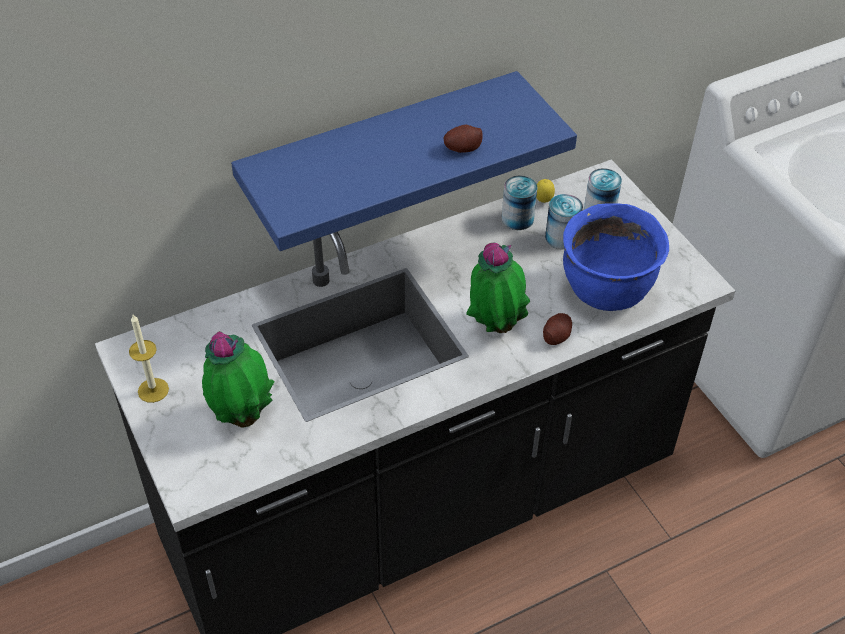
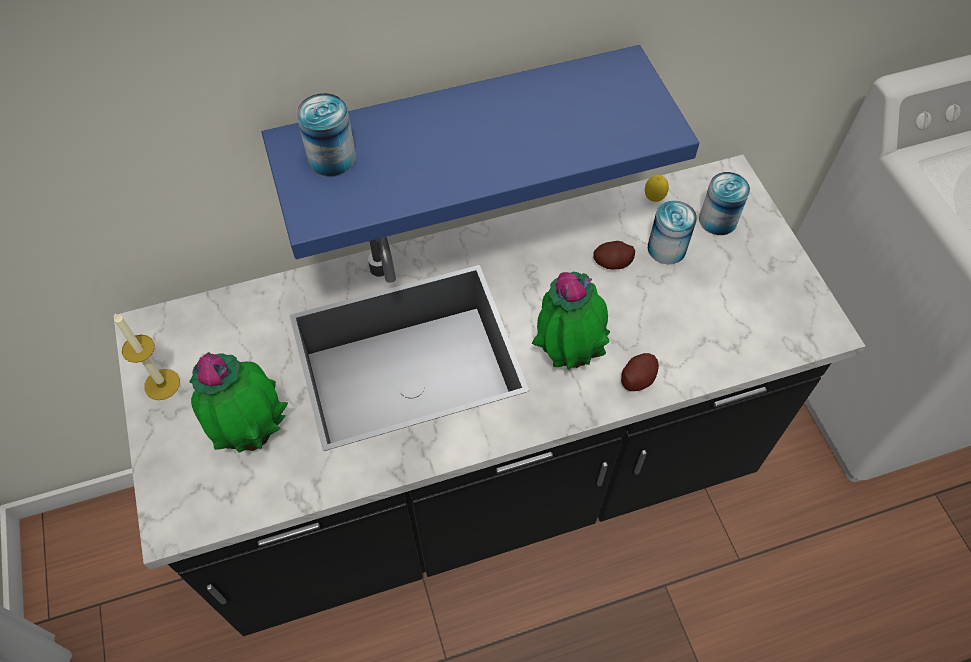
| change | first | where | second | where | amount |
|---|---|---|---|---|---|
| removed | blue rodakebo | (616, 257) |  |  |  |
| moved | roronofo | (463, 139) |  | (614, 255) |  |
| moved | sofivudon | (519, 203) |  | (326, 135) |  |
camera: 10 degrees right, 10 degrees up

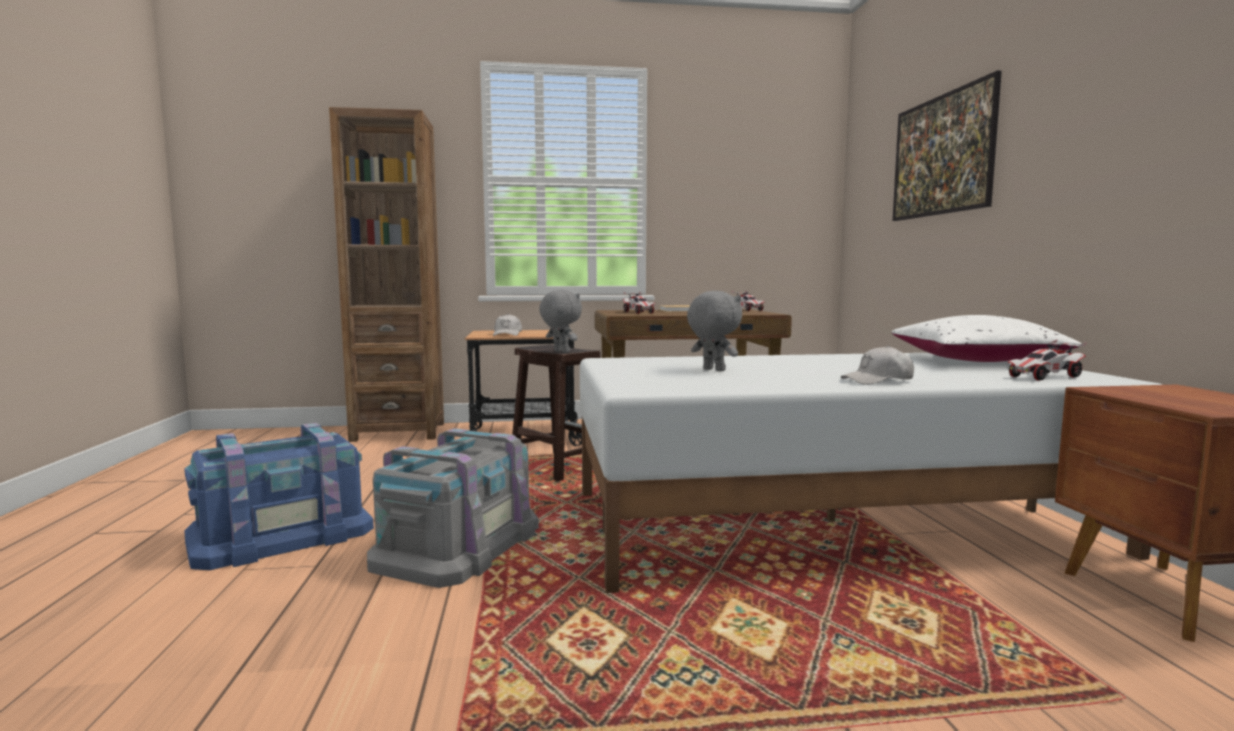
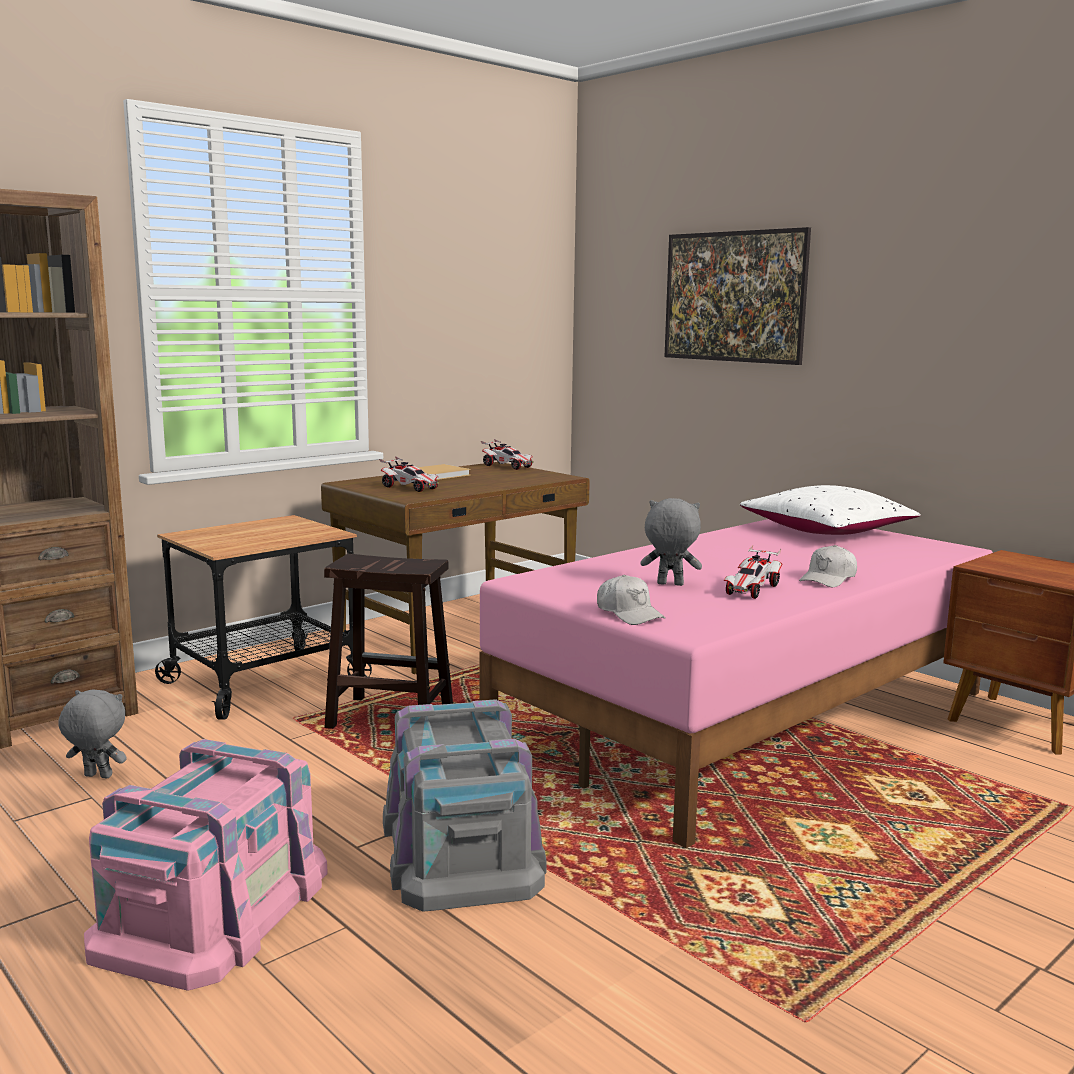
| change | first | where | second | where | amount |
|---|---|---|---|---|---|
| moved | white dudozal | (507, 325) |  | (631, 600) |  |
| moved | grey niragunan | (560, 321) |  | (92, 734) |  |
| moved | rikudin | (1047, 360) |  | (753, 572) |  |
| recoloured | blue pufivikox | (279, 496) | pink pufivikox | (206, 865) |  |
| recoloured | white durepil | (871, 473) | pink durepil | (736, 683) |  |
camera: 35 degrees left, 5 degrees up

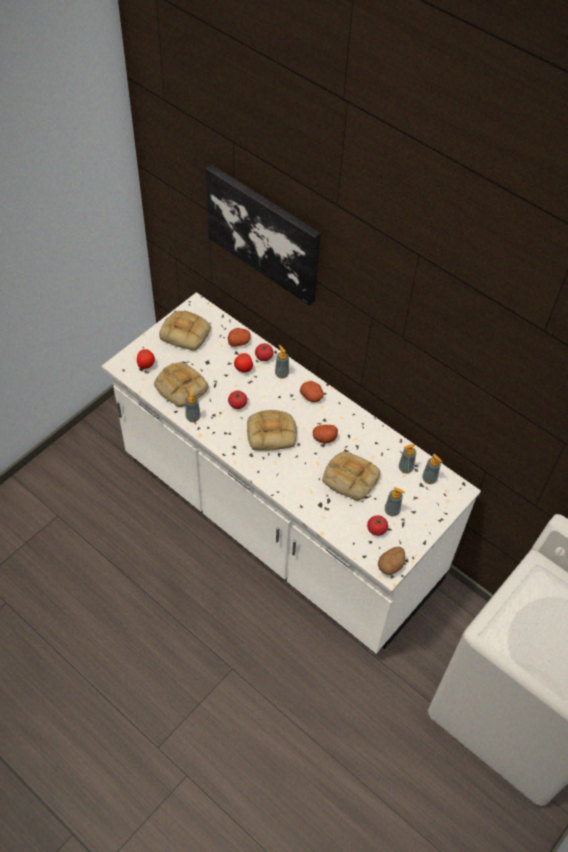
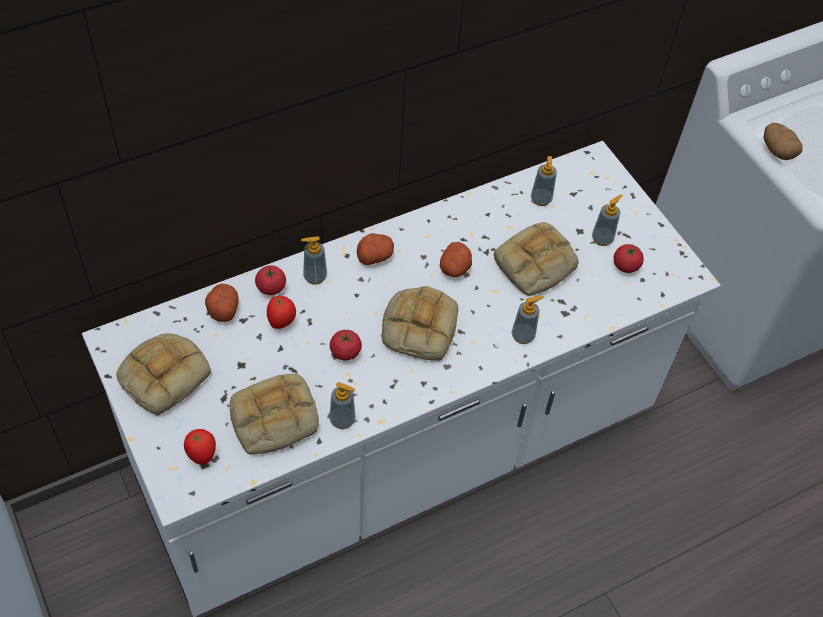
| change | first | where | second | where | amount |
|---|---|---|---|---|---|
| removed | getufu | (263, 235) |  |  |  |
| moved | roronofo | (391, 560) |  | (783, 141) |  |
| moved | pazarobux | (432, 469) |  | (527, 320) |  |
camera: 70 degrees left, 0 degrees up

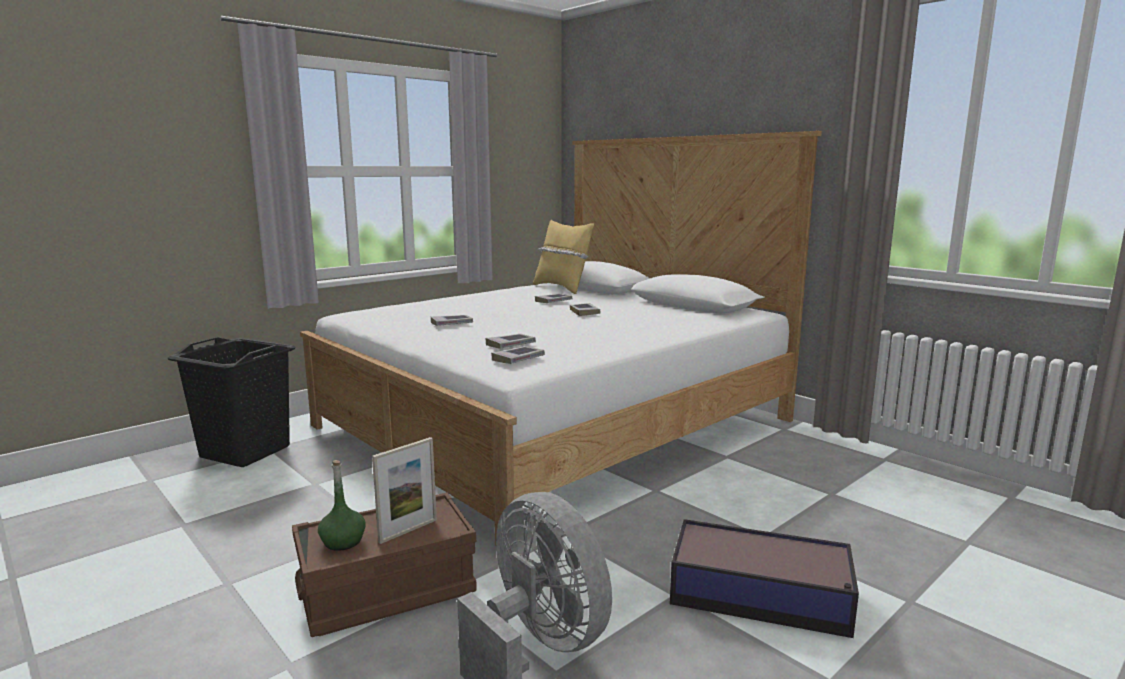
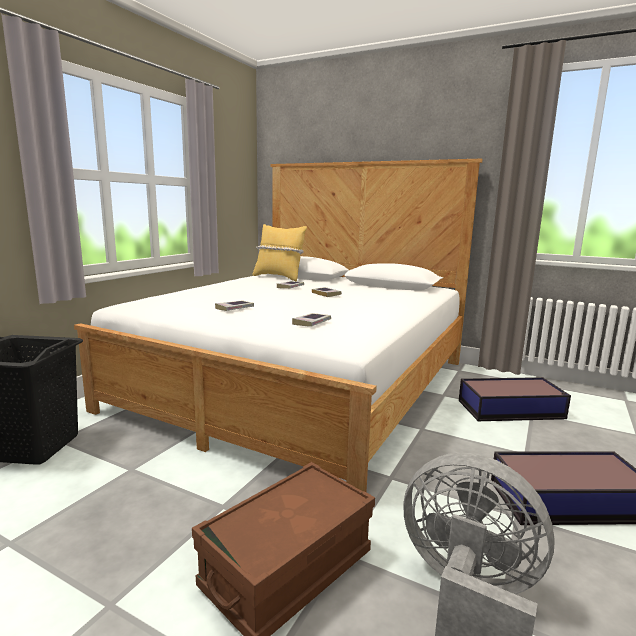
| change | first | where | second | where | amount |
|---|---|---|---|---|---|
| removed | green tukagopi | (342, 505) |  |  |  |
| removed | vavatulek | (404, 490) |  |  |  |
| removed | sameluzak | (518, 355) |  |  |  |
| added |  |  | pufivikox | (515, 399) |  |
camera: 20 degrees left, 0 degrees up

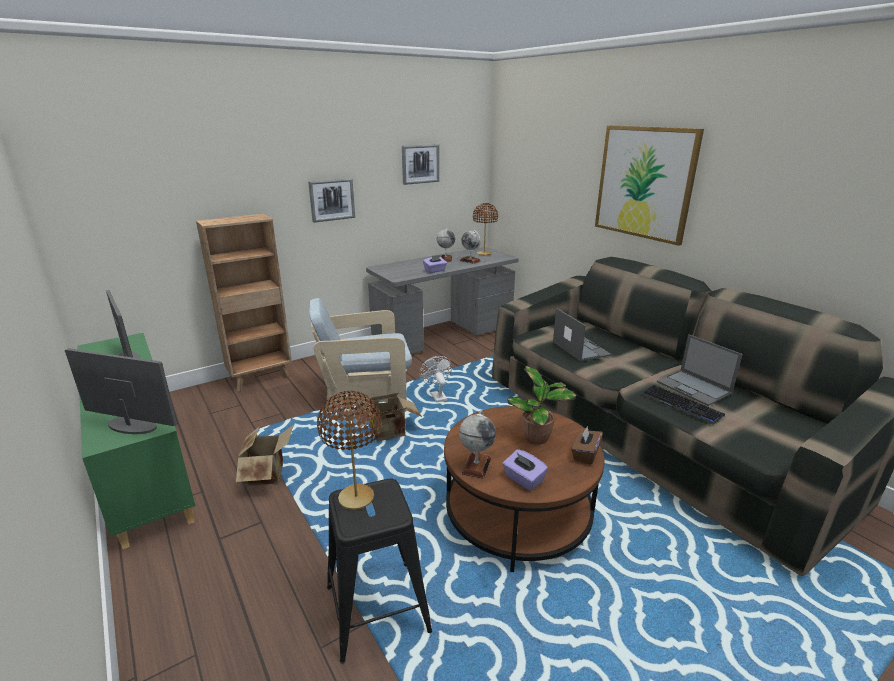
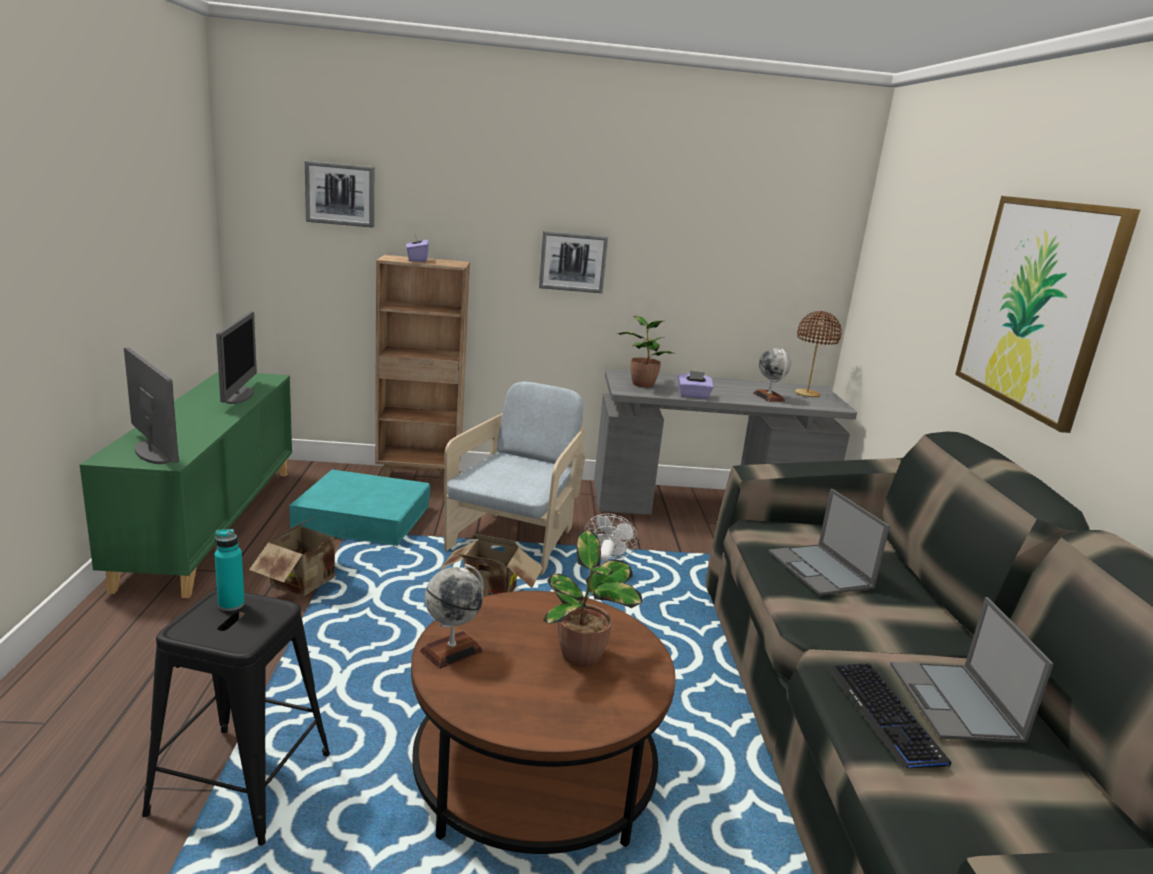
| change | first | where | second | where | amount |
|---|---|---|---|---|---|
| removed | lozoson | (446, 245) |  |  |  |
| removed | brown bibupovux | (587, 445) |  |  |  |
| added |  |  | turquoise pufivikox | (359, 507) |  |
| added |  |  | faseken | (646, 352) |  |
| moved | getufu | (420, 164) |  | (339, 194) |  |
| moved | purple bibupovux | (525, 470) |  | (417, 247) |  |
| replaced | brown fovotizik | (349, 450) | turquoise tukagopi | (229, 570) |  |
| turned | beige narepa | (360, 355) |  | (514, 478) | 90 degrees clockwise |
| turned | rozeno | (582, 335) |  | (829, 542) | 150 degrees clockwise |
camera: 30 degrees right, 5 degrees down

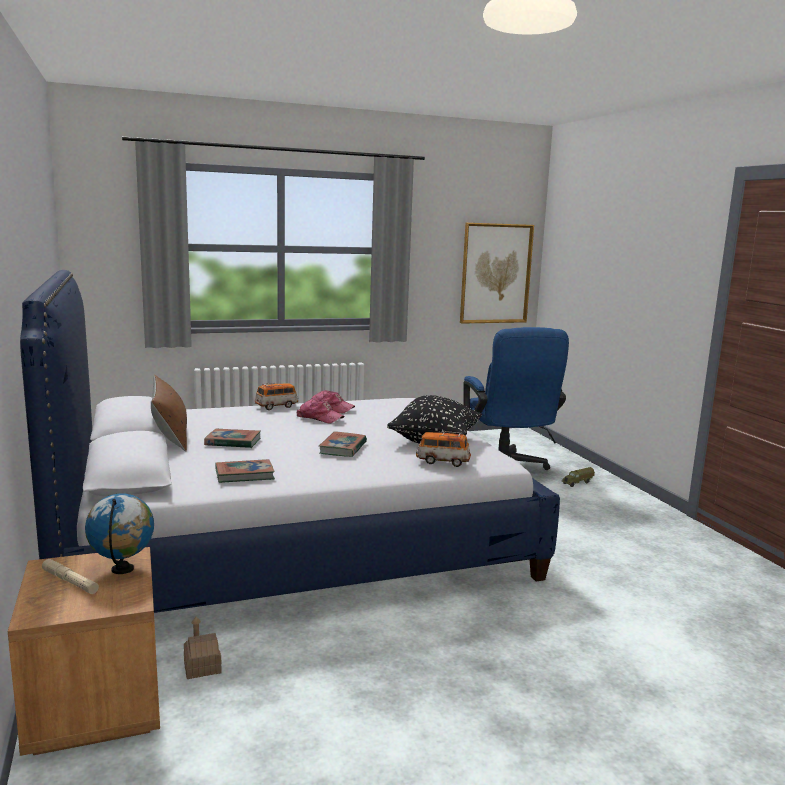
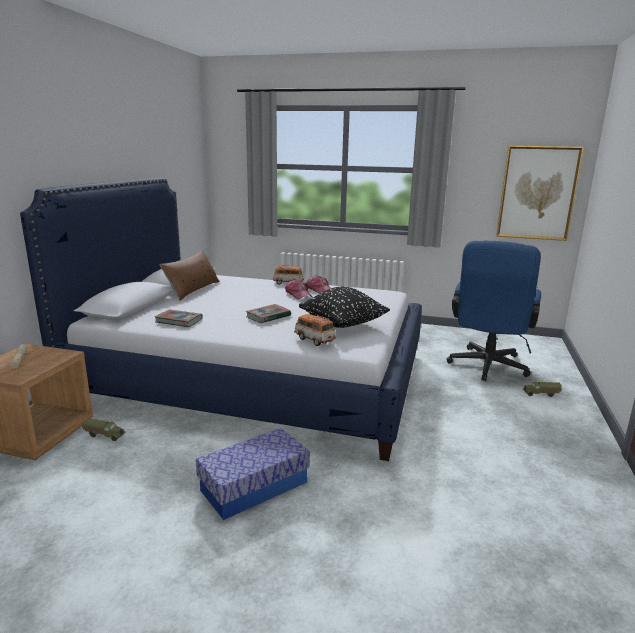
| change | first | where | second | where | amount |
|---|---|---|---|---|---|
| removed | lozoson | (119, 533) |  |  |  |
| removed | sameluzak | (232, 438) |  |  |  |
| added |  |  | pufivikox | (253, 474) |  |
| replaced | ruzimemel | (203, 648) | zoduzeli | (104, 429) |  |
camera: 35 degrees right, 5 degrees up

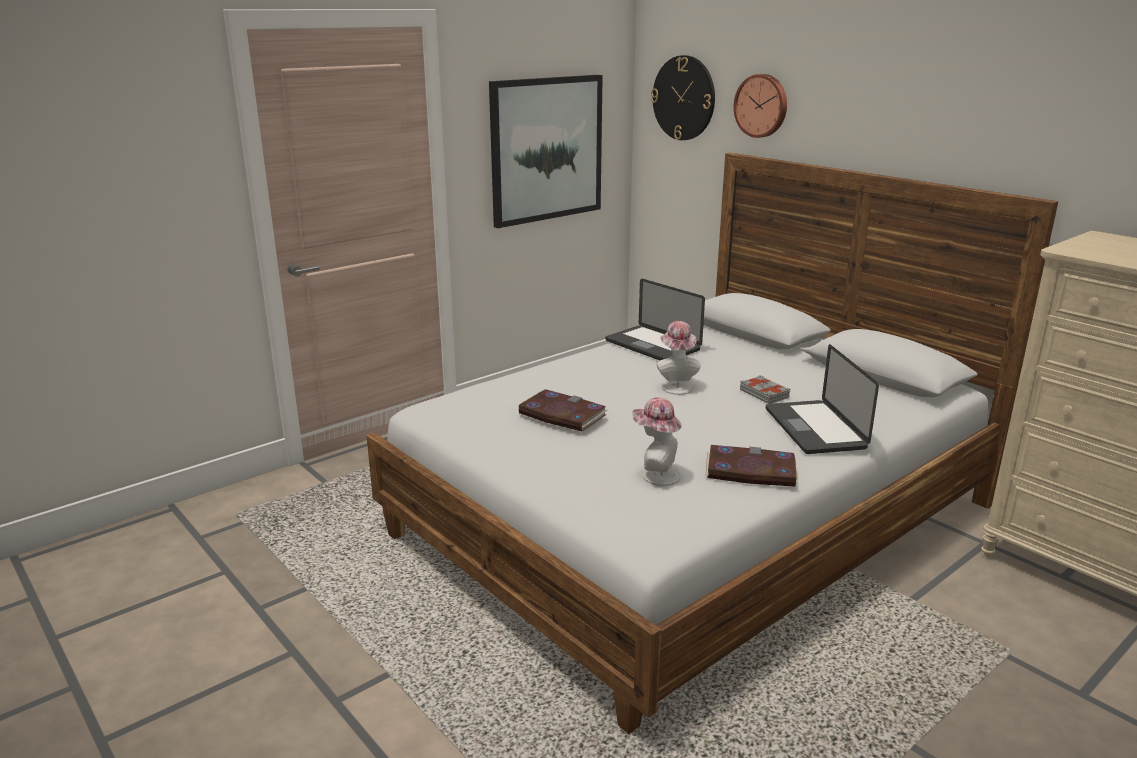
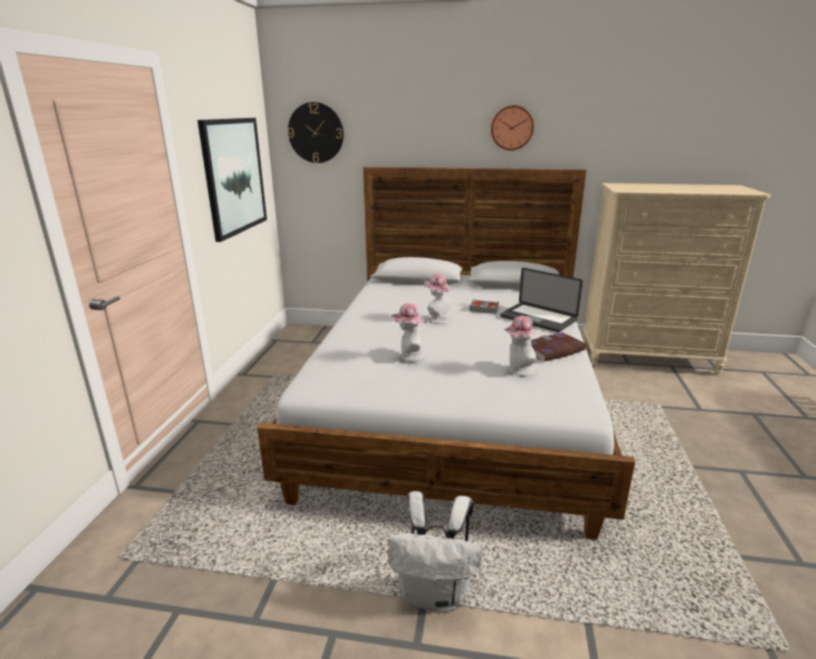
| change | first | where | second | where | amount |
|---|---|---|---|---|---|
| removed | rozeno | (655, 319) |  |  |  |
| added |  |  | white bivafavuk | (436, 551) |  |
| moved | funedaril | (760, 106) |  | (512, 127) |  |
| replaced | sameluzak | (562, 410) | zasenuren | (408, 332) |  |
camera: 40 degrees left, 0 degrees up

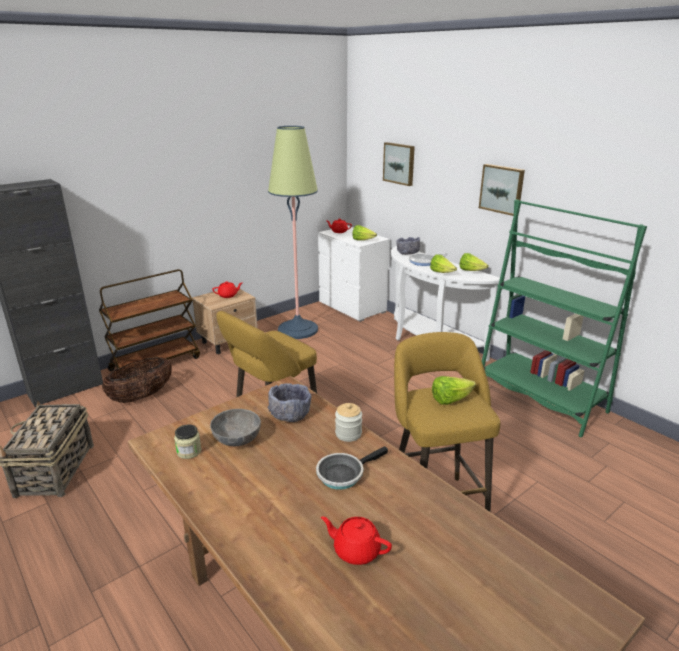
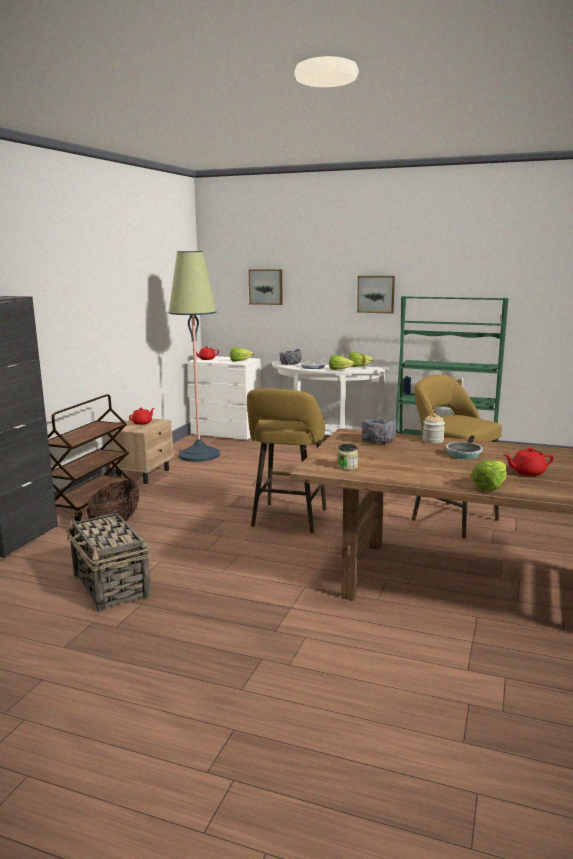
| change | first | where | second | where | amount |
|---|---|---|---|---|---|
| removed | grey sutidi | (235, 427) |  |  |  |
| moved | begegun | (454, 390) |  | (489, 476) |  |
camera: 30 degrees left, 10 degrees down

